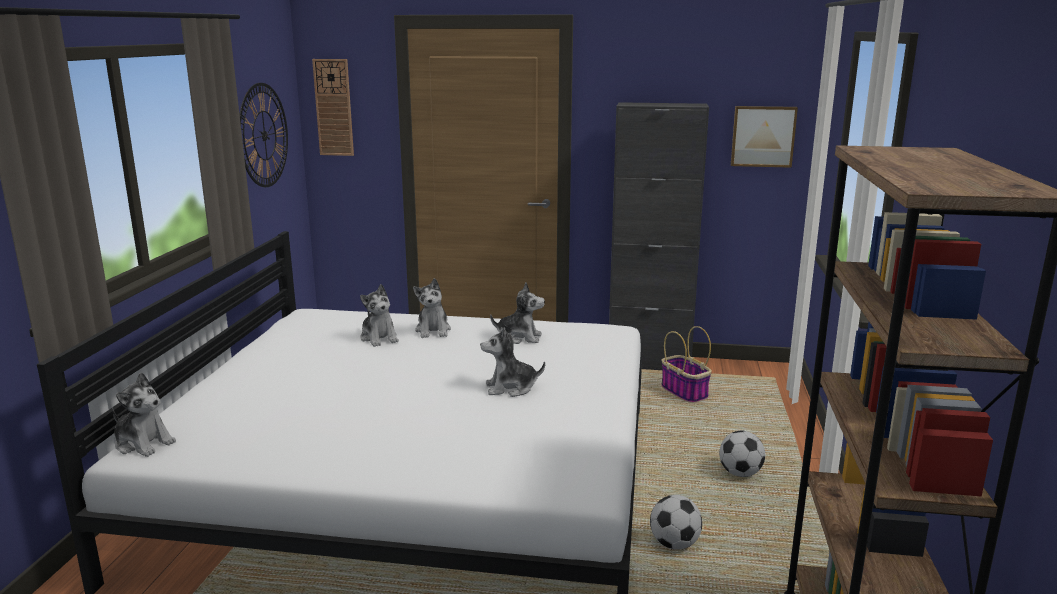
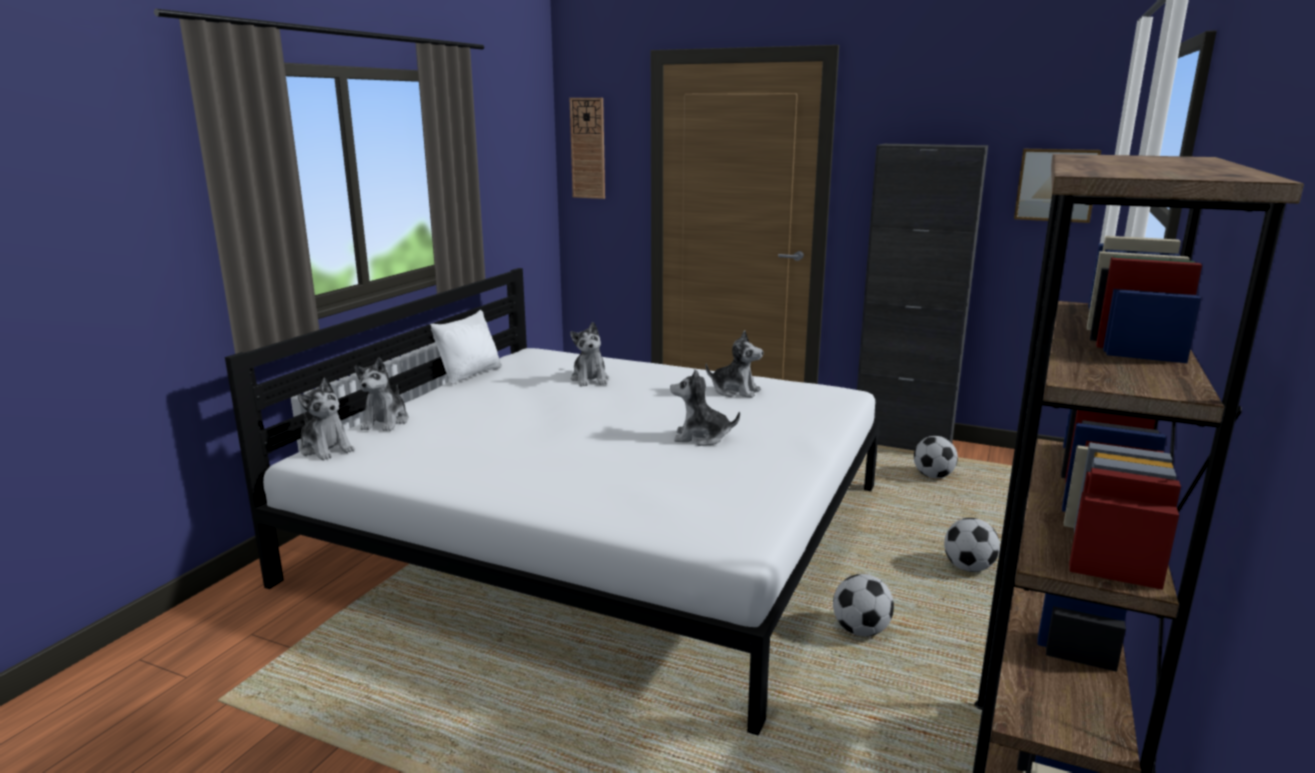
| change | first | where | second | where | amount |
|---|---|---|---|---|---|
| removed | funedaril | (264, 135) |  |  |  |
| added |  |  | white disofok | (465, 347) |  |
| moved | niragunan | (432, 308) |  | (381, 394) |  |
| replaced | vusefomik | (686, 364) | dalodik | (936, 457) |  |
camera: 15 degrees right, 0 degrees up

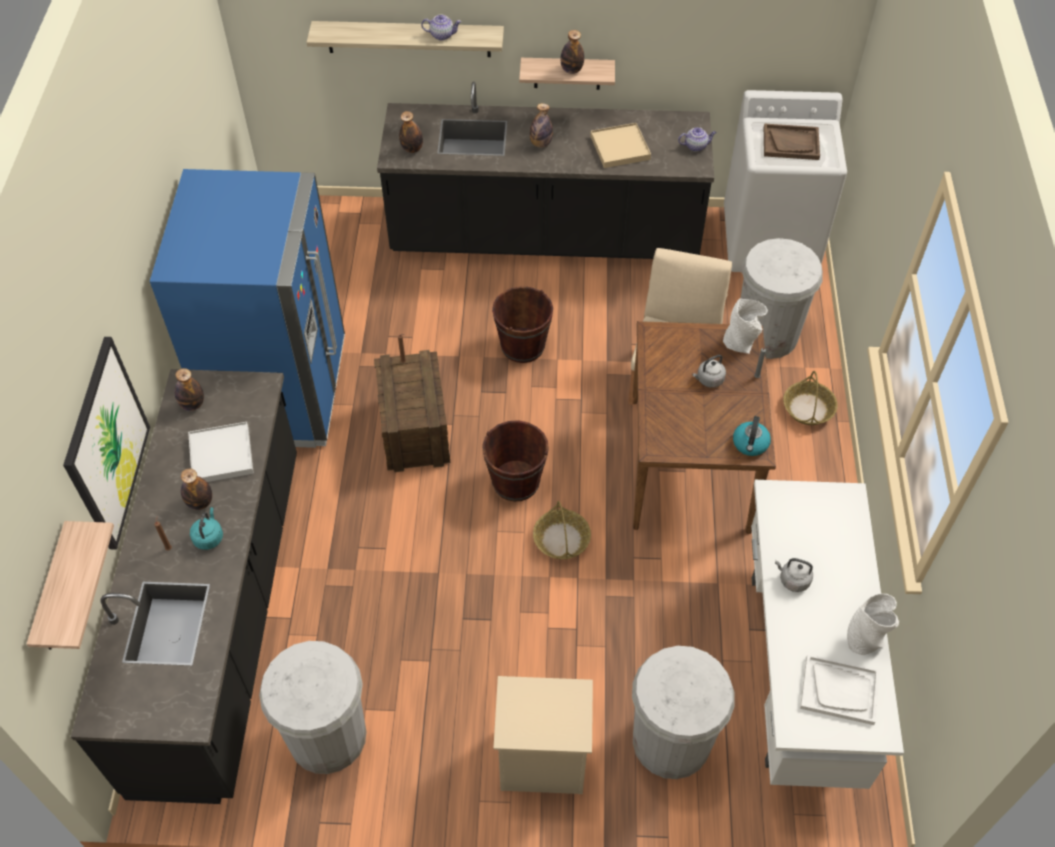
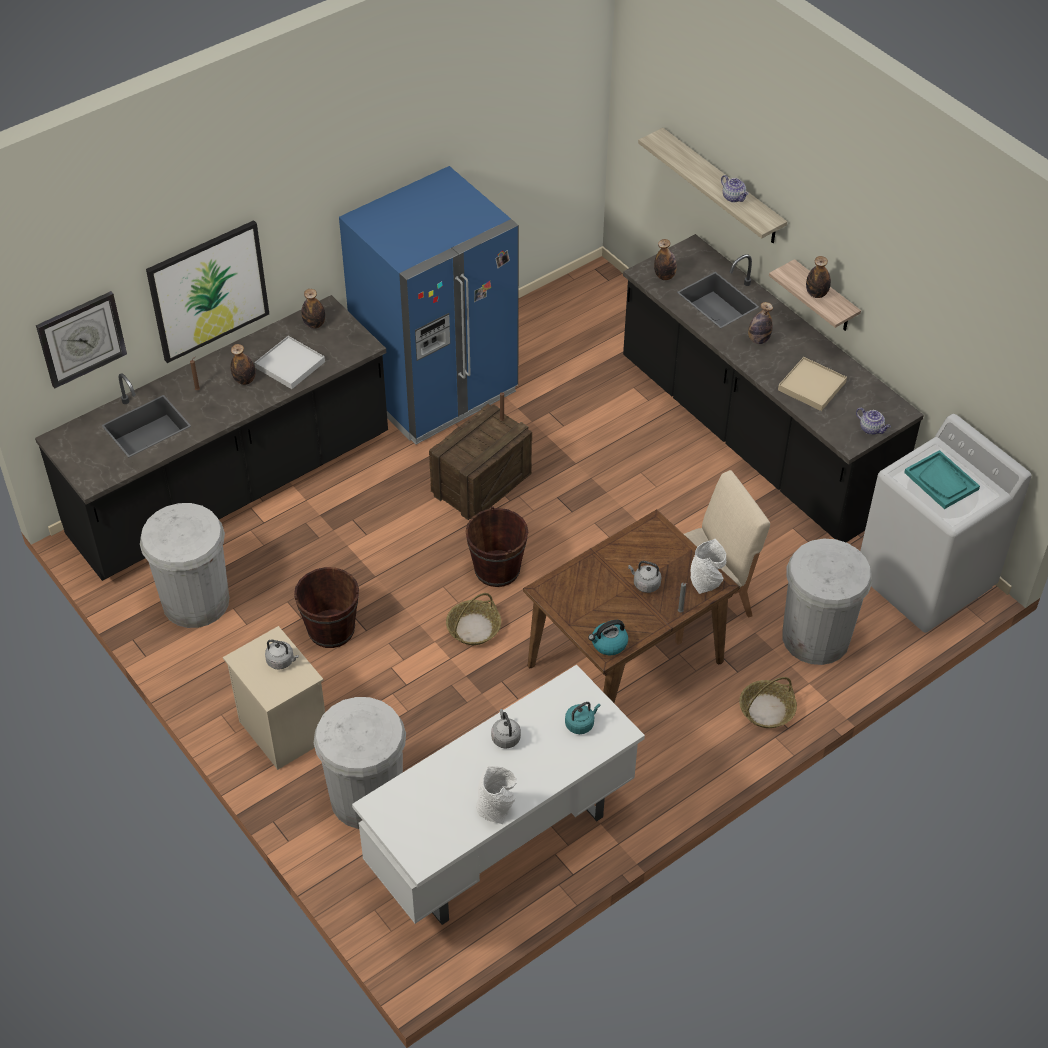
| change | first | where | second | where | amount |
|---|---|---|---|---|---|
| removed | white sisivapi | (840, 689) |  |  |  |
| added |  |  | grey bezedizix | (282, 655) |  |
| moved | turquoise bezedizix | (206, 528) |  | (582, 718) |  |
| moved | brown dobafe | (522, 324) |  | (326, 607) |  |
| replaced | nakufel | (70, 585) | funedaril | (81, 339) |  |
| recoloured | brown sisivapi | (792, 141) | turquoise sisivapi | (942, 479) |  |
camera: 50 degrees right, 5 degrees down

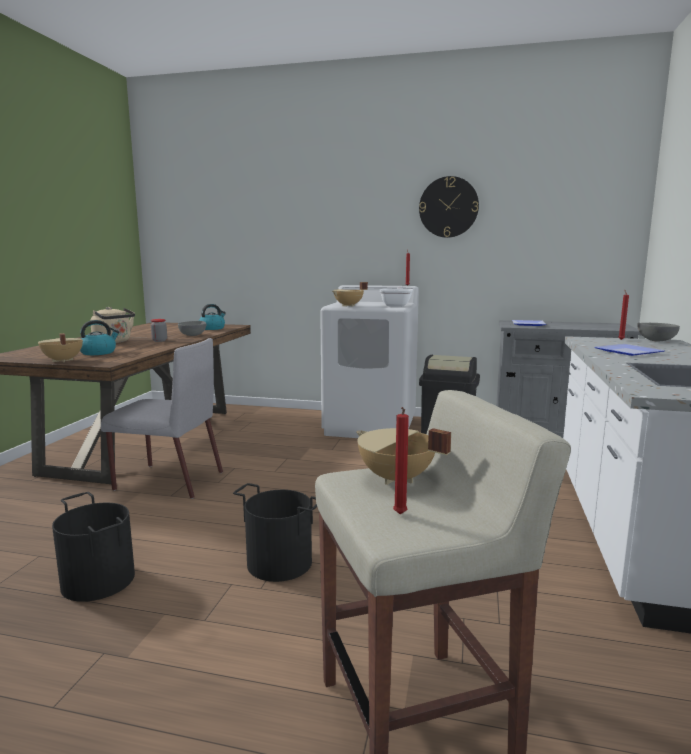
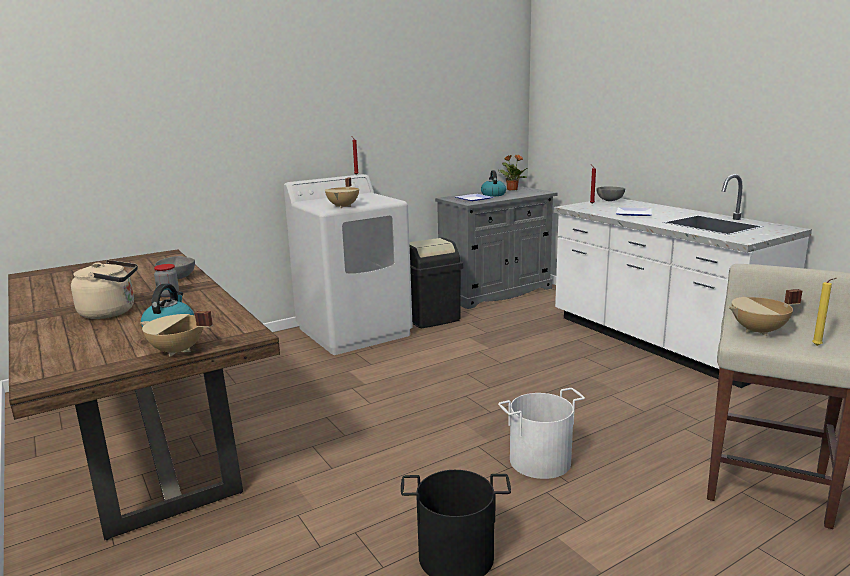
| change | first | where | second | where | amount |
|---|---|---|---|---|---|
| removed | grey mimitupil | (162, 418) |  |  |  |
| removed | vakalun | (396, 296) |  |  |  |
| removed | funedaril | (449, 207) |  |  |  |
| added |  |  | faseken | (513, 173) |  |
| moved | bezedizix | (212, 317) |  | (493, 183) |  |
| recoloured | black dobafe | (275, 532) | white dobafe | (541, 433) |  |
| recoloured | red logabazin | (401, 460) | yellow logabazin | (824, 312) |  |
camera: 45 degrees left, 5 degrees up

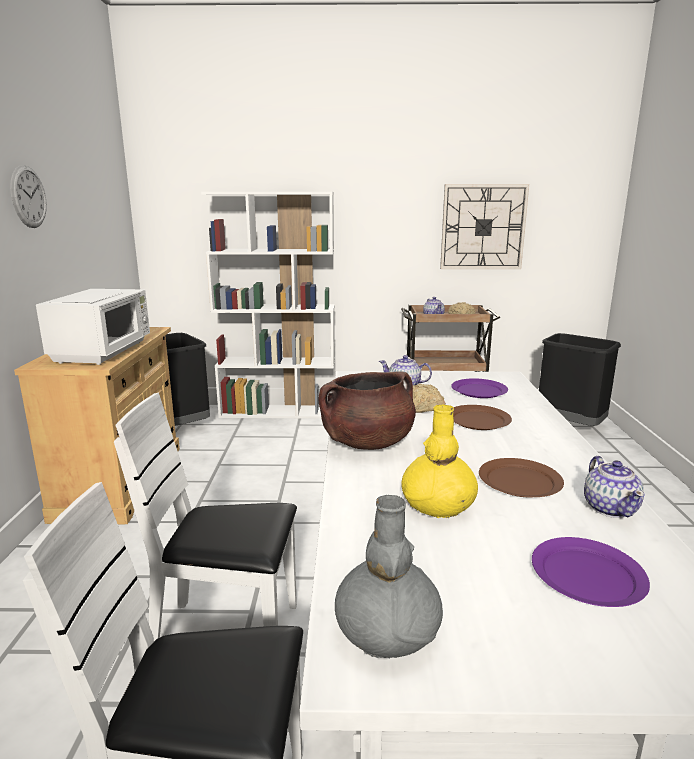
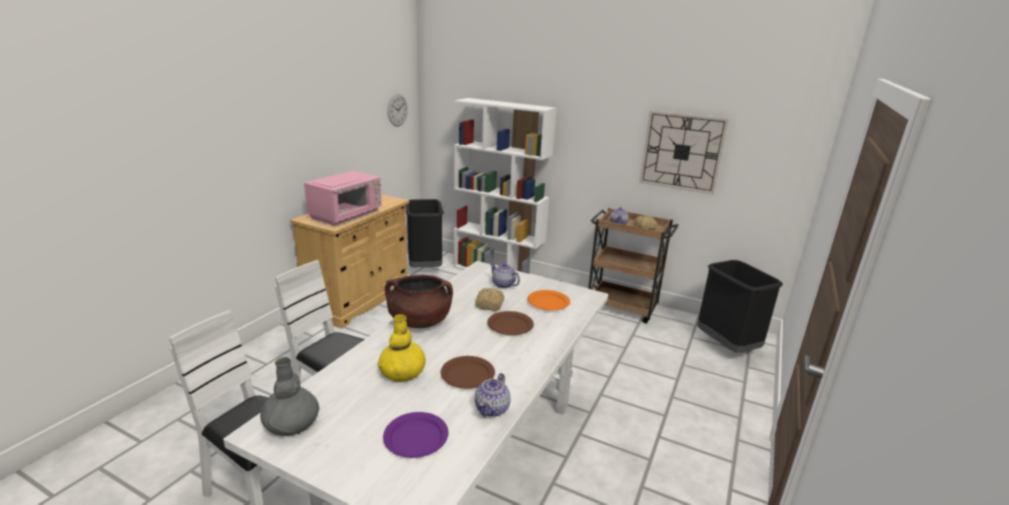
| change | first | where | second | where | amount |
|---|---|---|---|---|---|
| moved | funedaril | (28, 196) |  | (398, 110) |  |
| recoloured | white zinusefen | (93, 327) | pink zinusefen | (343, 198) |  |
| recoloured | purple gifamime | (479, 388) | orange gifamime | (549, 300) |  |
camera: 25 degrees right, 5 degrees up

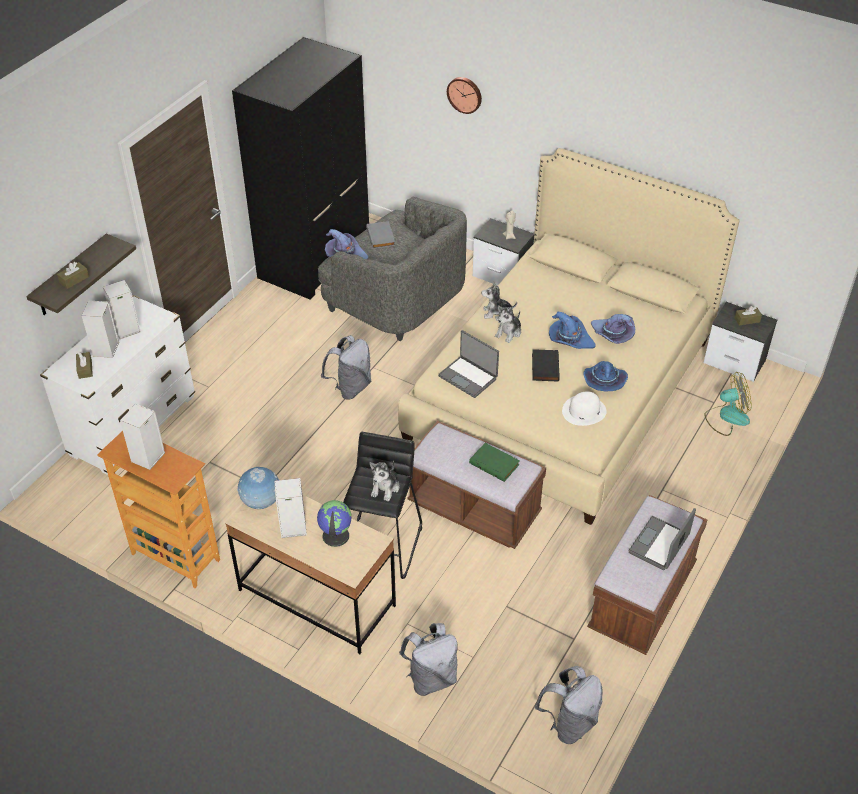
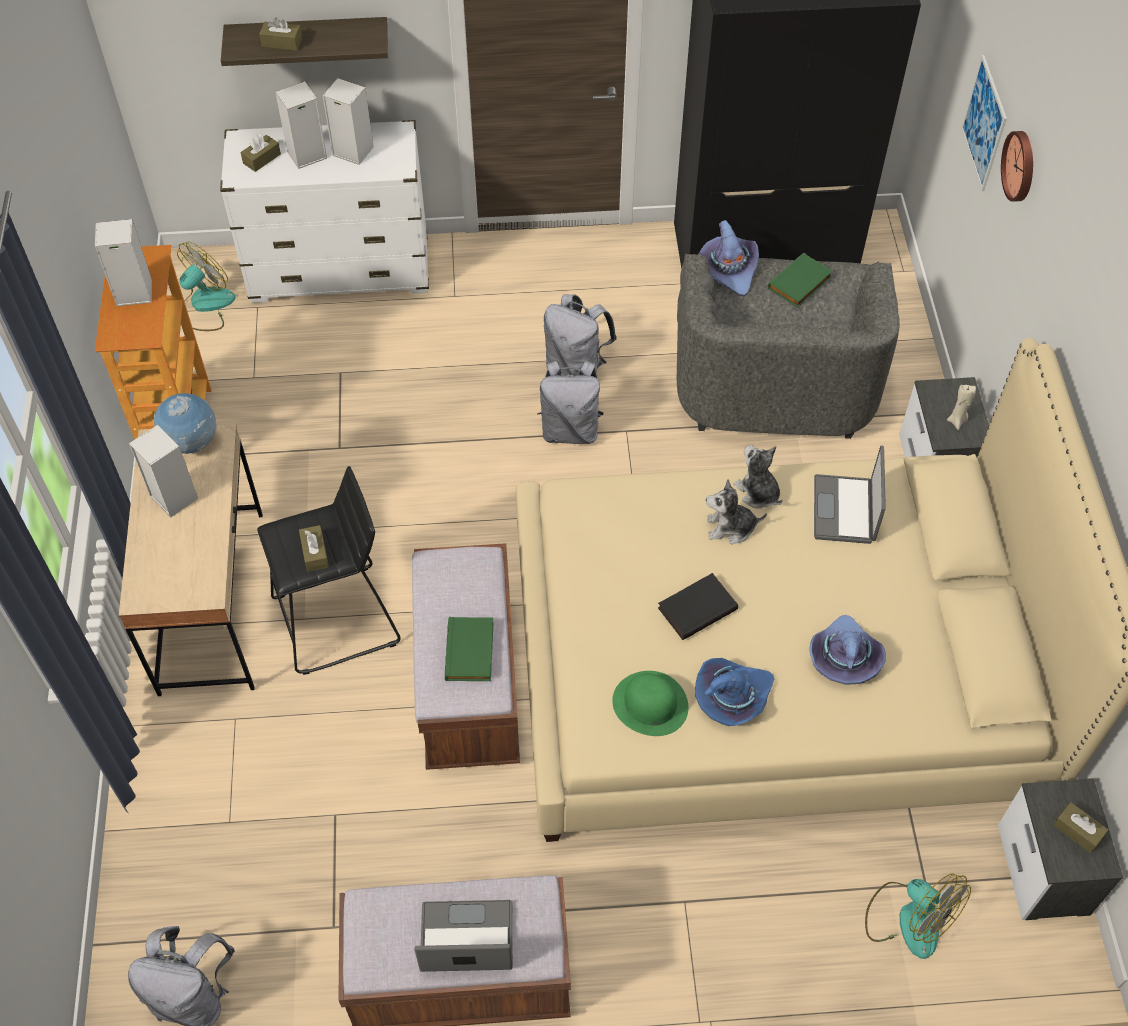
| change | first | where | second | where | amount |
|---|---|---|---|---|---|
| removed | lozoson | (334, 523) |  |  |  |
| removed | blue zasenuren | (572, 330) |  |  |  |
| added |  |  | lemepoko | (206, 286) |  |
| added |  |  | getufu | (984, 123) |  |
| moved | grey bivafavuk | (428, 659) |  | (580, 335) |  |
| moved | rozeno | (468, 364) |  | (850, 494) |  |
| replaced | niragunan | (384, 481) | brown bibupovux | (314, 548) |  |
| recoloured | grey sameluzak | (380, 235) | green sameluzak | (800, 280) |  |
| recoloured | white zasenuren | (584, 408) | green zasenuren | (650, 703) |  |
camera: 55 degrees right, 10 degrees up

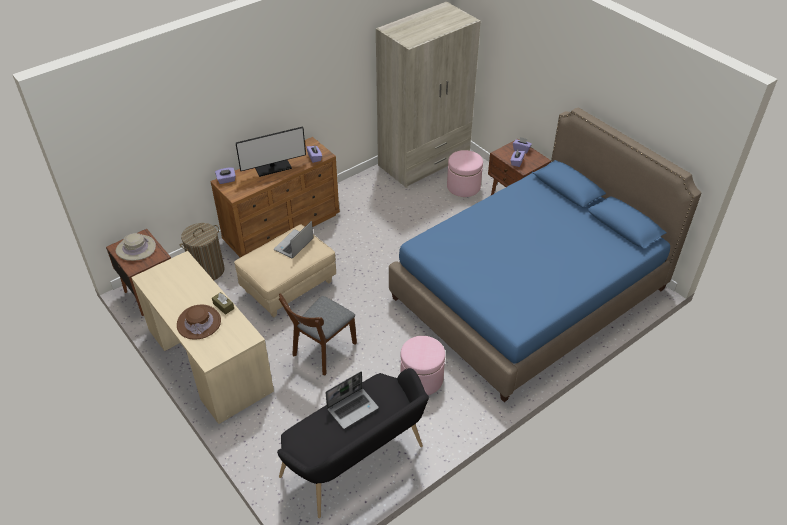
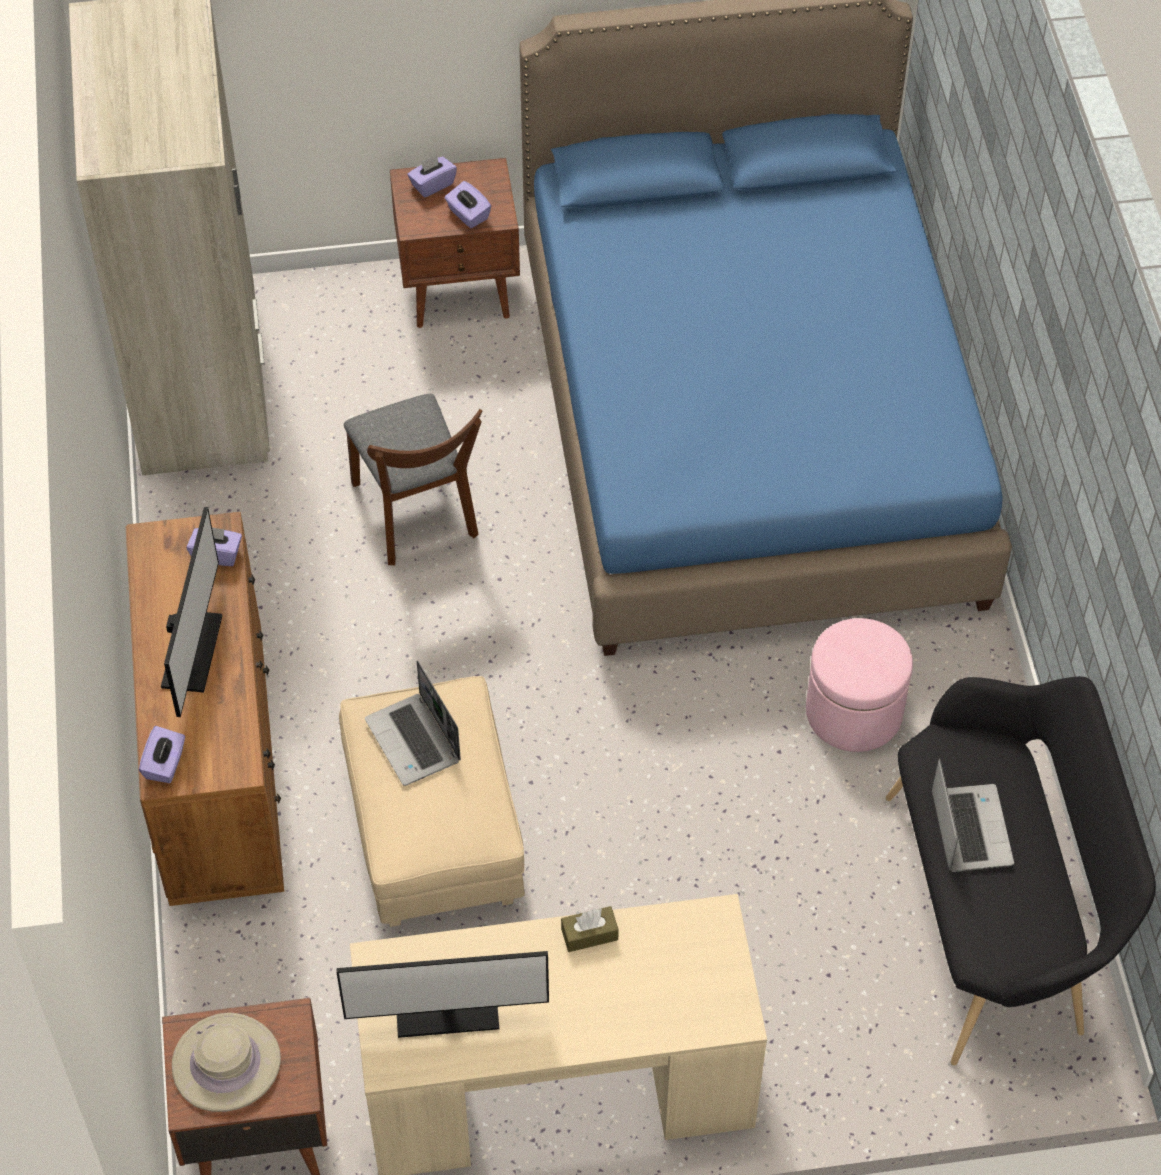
| change | first | where | second | where | amount |
|---|---|---|---|---|---|
| removed | brown zasenuren | (199, 322) |  |  |  |
| removed | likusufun | (202, 251) |  |  |  |
| removed | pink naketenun | (465, 173) |  |  |  |
| added |  |  | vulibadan | (442, 994) |  |
| moved | brown mimitupil | (318, 334) |  | (413, 479) |  |
camera: 60 degrees left, 10 degrees up

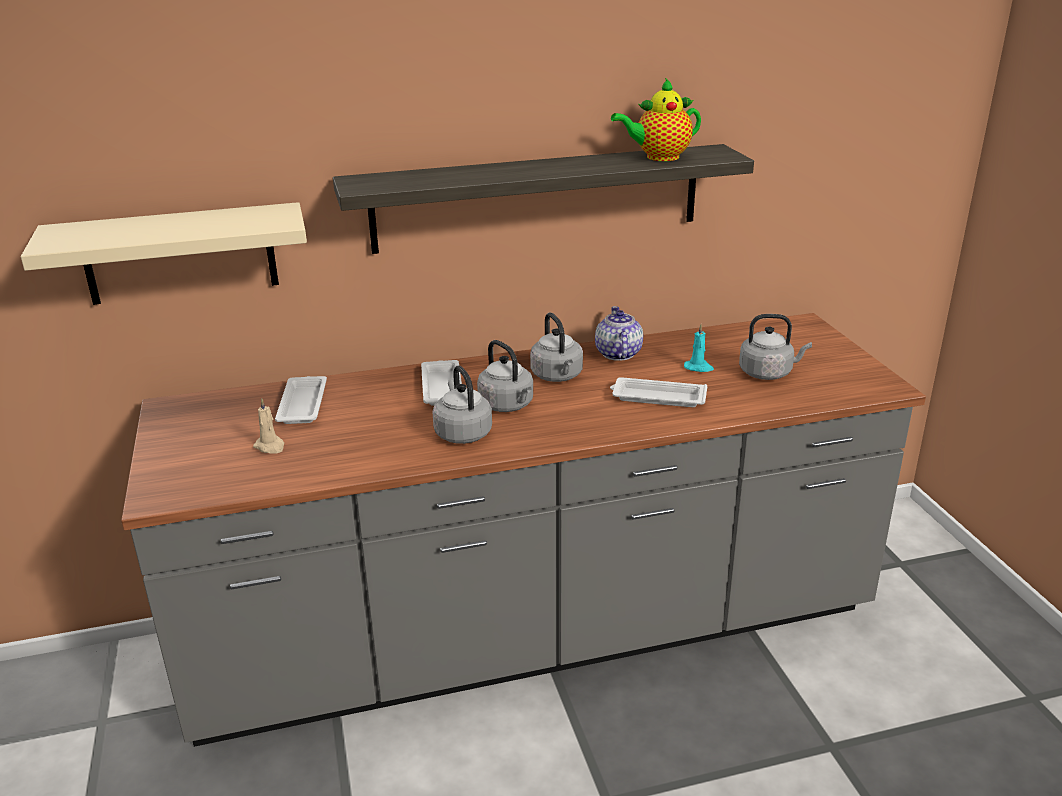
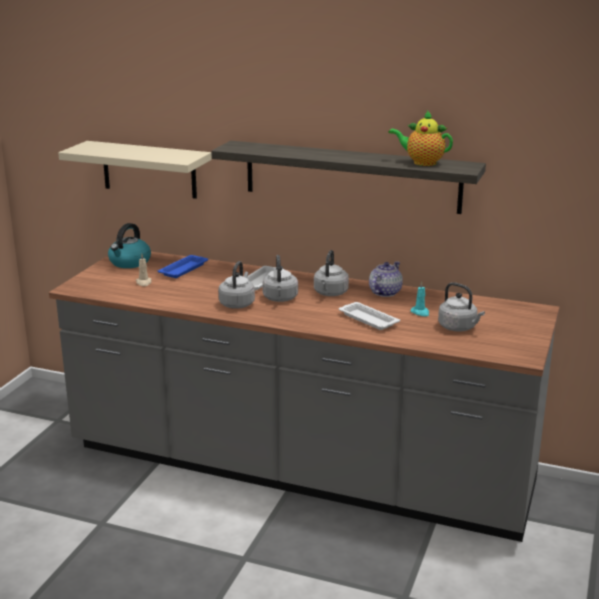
| change | first | where | second | where | amount |
|---|---|---|---|---|---|
| added |  |  | bezedizix | (129, 245) |  |
| recoloured | white sisivapi | (301, 400) | blue sisivapi | (182, 266) |  |
camera: 35 degrees right, 5 degrees down

